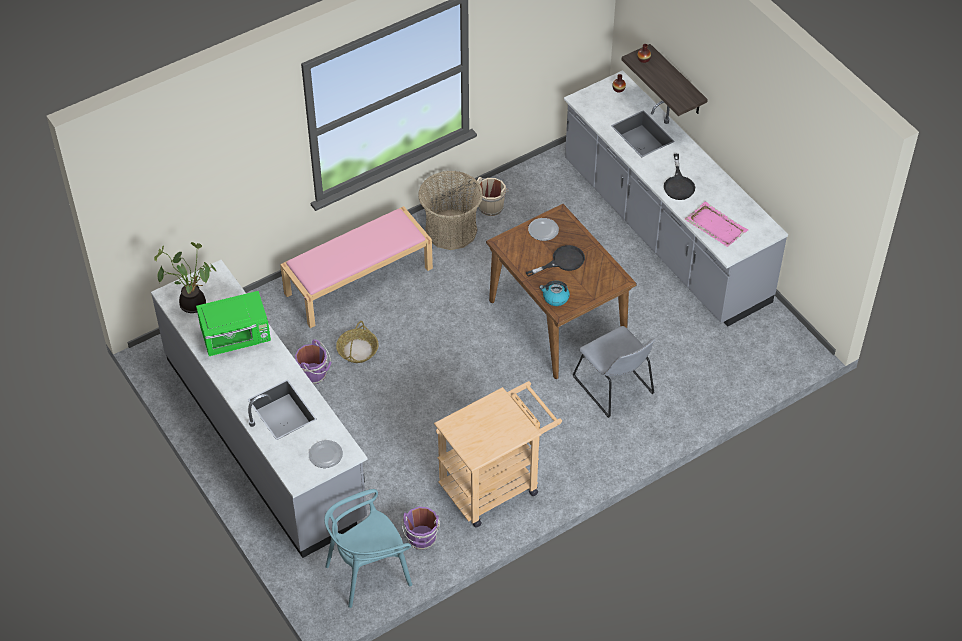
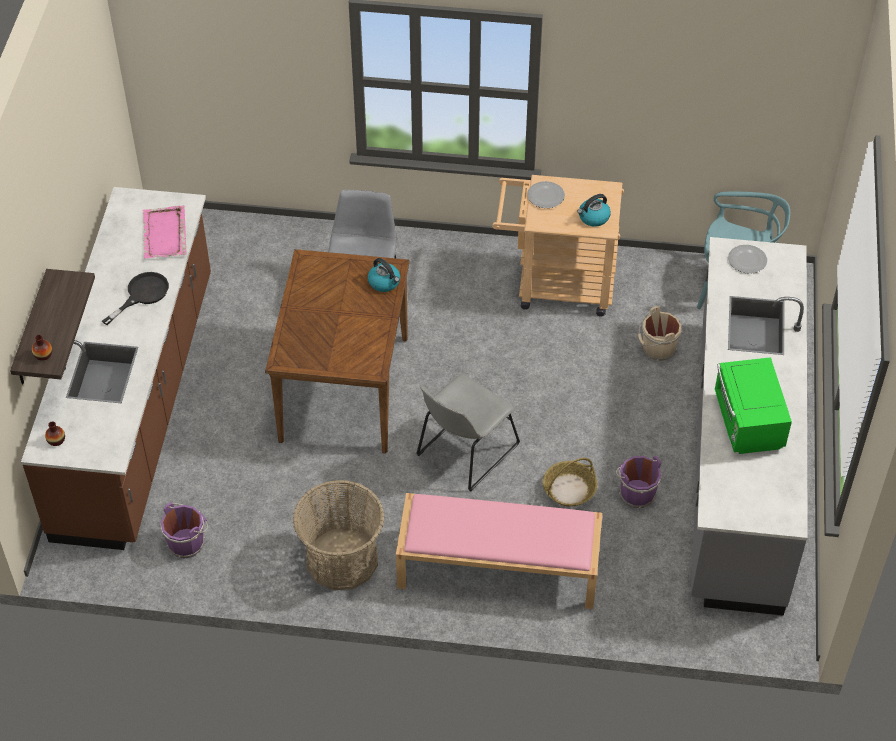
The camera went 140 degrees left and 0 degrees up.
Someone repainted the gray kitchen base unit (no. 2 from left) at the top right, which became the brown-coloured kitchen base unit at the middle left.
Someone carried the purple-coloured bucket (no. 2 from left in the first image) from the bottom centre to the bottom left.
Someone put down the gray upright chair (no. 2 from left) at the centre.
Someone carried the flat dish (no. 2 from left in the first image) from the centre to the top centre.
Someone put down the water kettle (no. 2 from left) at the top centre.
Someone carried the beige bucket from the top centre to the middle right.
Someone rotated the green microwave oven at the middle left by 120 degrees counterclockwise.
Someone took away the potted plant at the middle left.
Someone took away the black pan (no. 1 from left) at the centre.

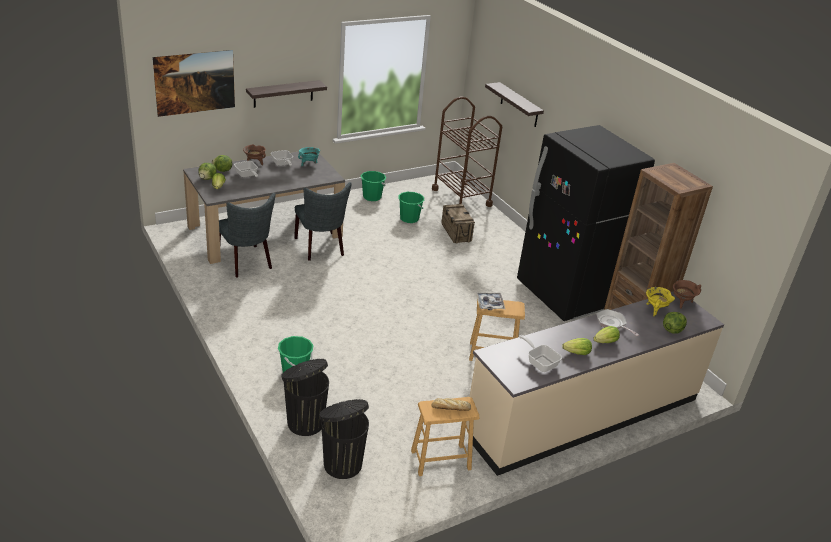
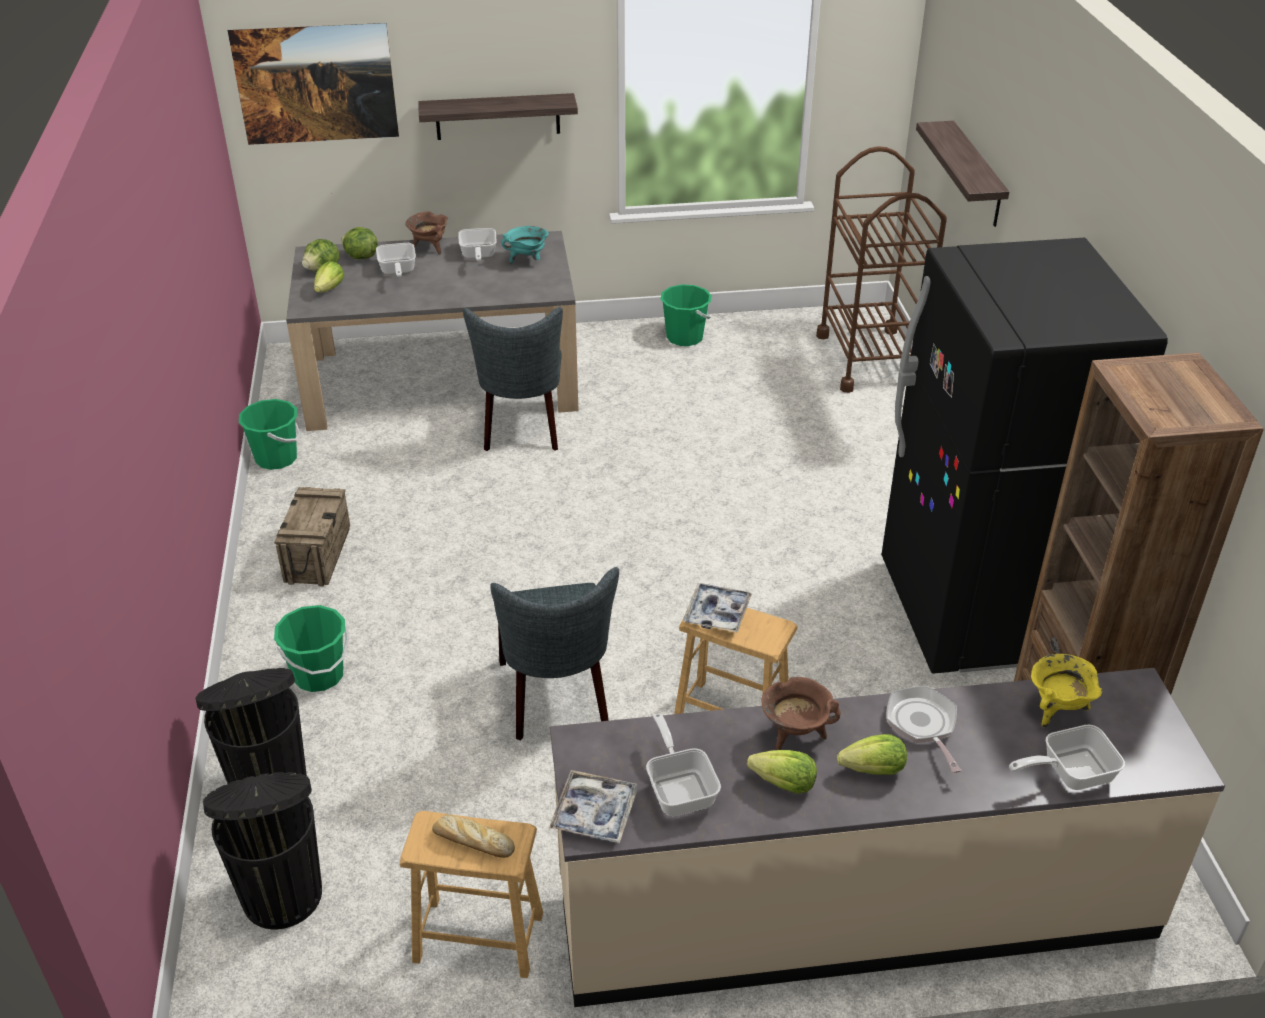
The camera went 25 degrees right and 5 degrees up.
Someone carried the green bucket (no. 3 from left in the first image) from the centre to the middle left.
Someone carried the packing crate from the centre to the middle left.
Someone carried the gray upright chair (no. 1 from left in the first image) from the middle left to the centre.
Someone put down the carrying tray (no. 1 from left) at the bottom centre.
Someone carried the brown-coloured saucepot (no. 2 from left) from the middle right to the bottom centre.
Someone swapped the head of lettuce (no. 6 from left) at the middle right for the pan (no. 5 from left) at the bottom right.

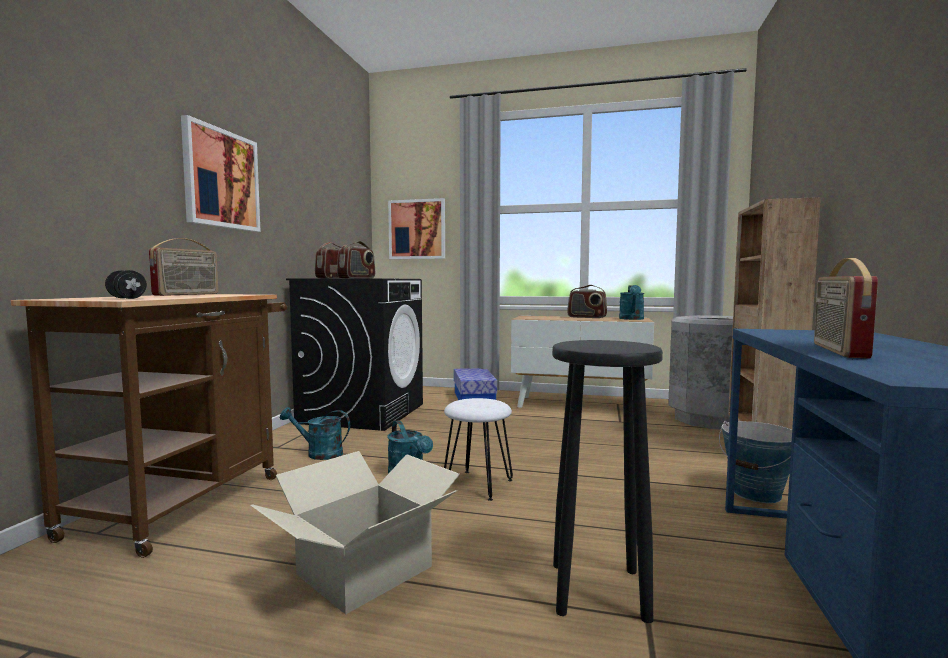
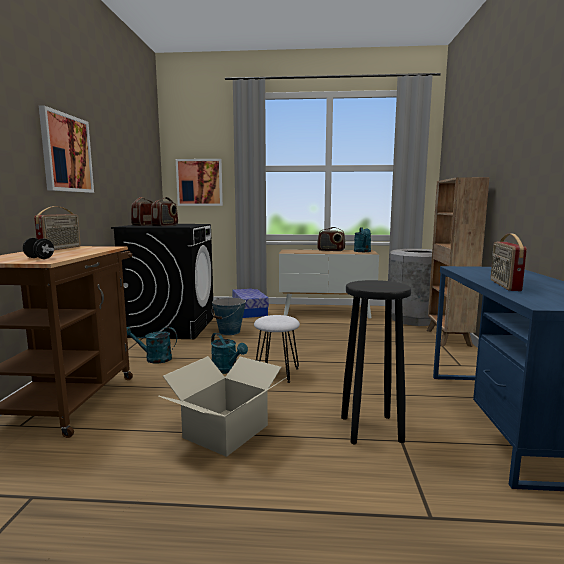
The camera went 10 degrees left and 5 degrees up.
Someone carried the bucket from the bottom right to the centre.

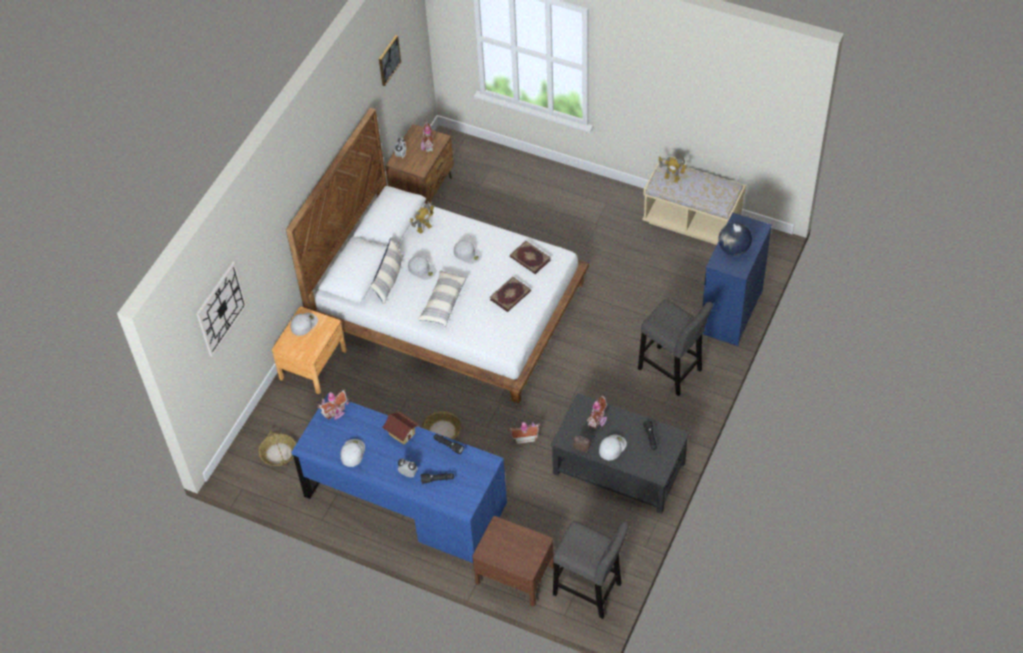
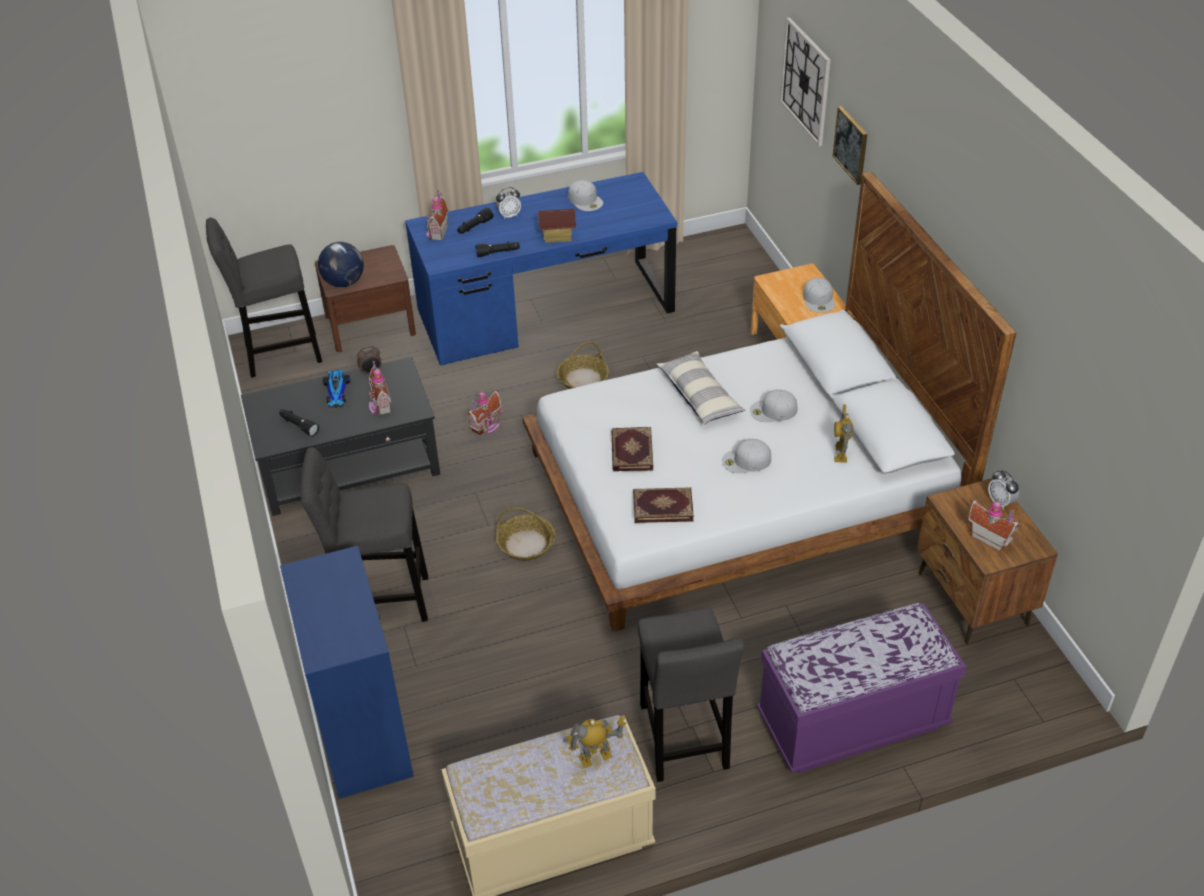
The camera went 135 degrees right and 10 degrees down.
Someone carried the globe from the middle right to the top left.
Someone swapped the whitish baseball cap (no. 5 from left) at the bottom centre for the model car at the middle left.
Someone carried the miniature house (no. 1 from left in the first image) from the middle left to the top centre.
Someone carried the household basket (no. 1 from left) from the bottom left to the centre.
Someone put down the gray sitting stool (no. 3 from left) at the bottom centre.
Someone put down the purple-coloured long seat at the bottom right.
Someone carried the wall picture from the top centre to the top right.
Someone took away the pillow (no. 1 from left) at the centre.

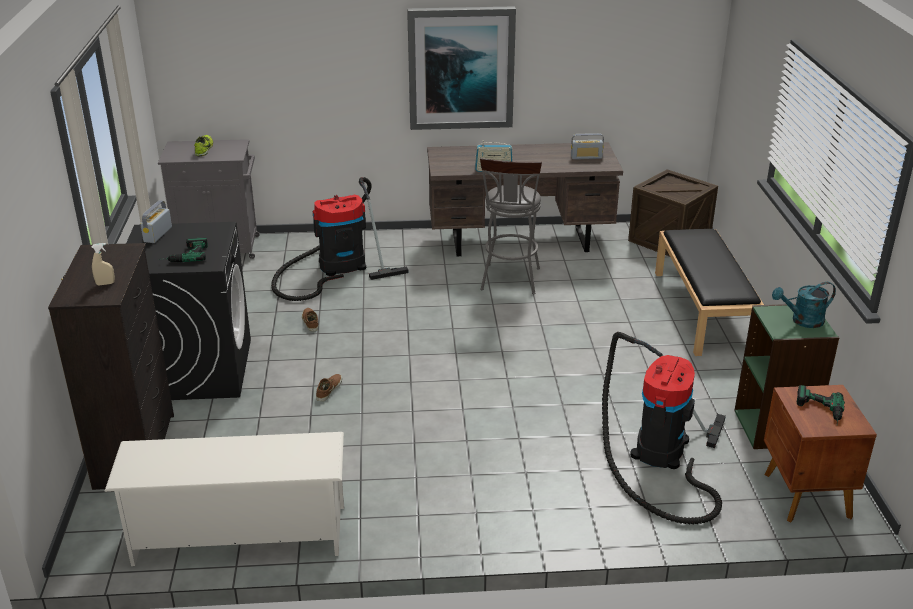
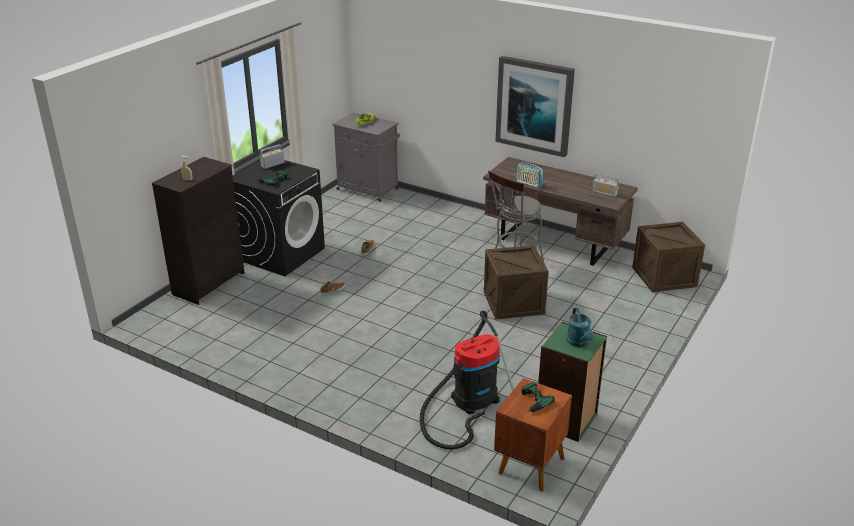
The camera went 35 degrees right and 0 degrees up.
Someone put down the packing crate (no. 1 from left) at the centre.
Someone rotated the turquoise-coloured watering can at the middle right by 120 degrees counterclockwise.
Someone took away the whitish shoe rack at the bottom left.
Someone took away the vacuum cleaner (no. 1 from left) at the centre.
Someone took away the black long seat at the middle right.

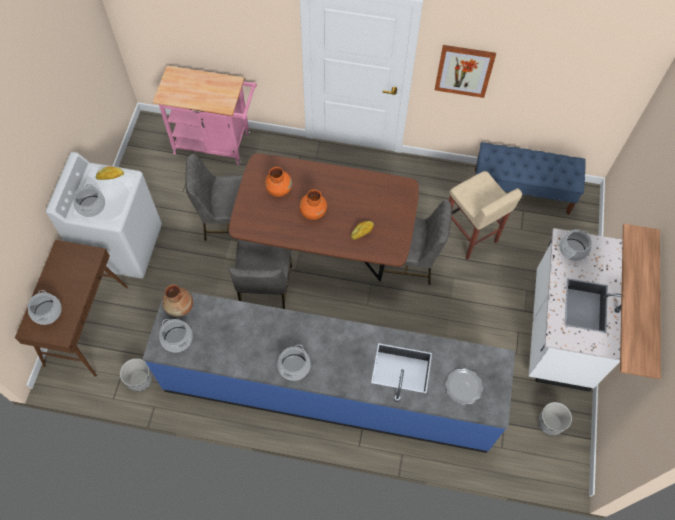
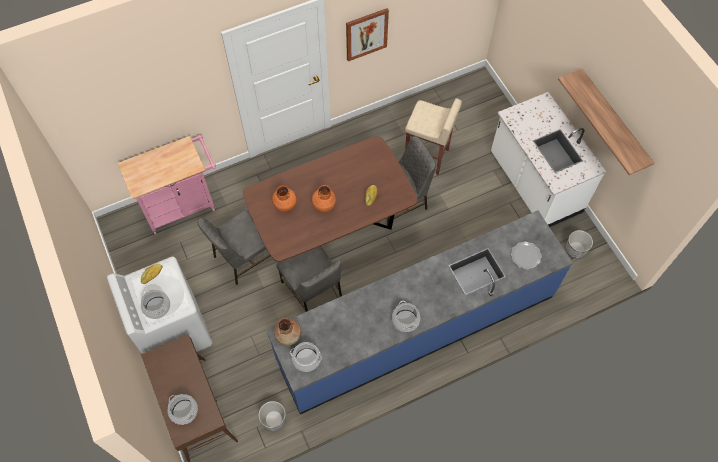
The camera went 35 degrees left and 0 degrees up.
Someone took away the blue-coloured long seat at the middle right.
Someone took away the saucepot (no. 5 from left) at the middle right.

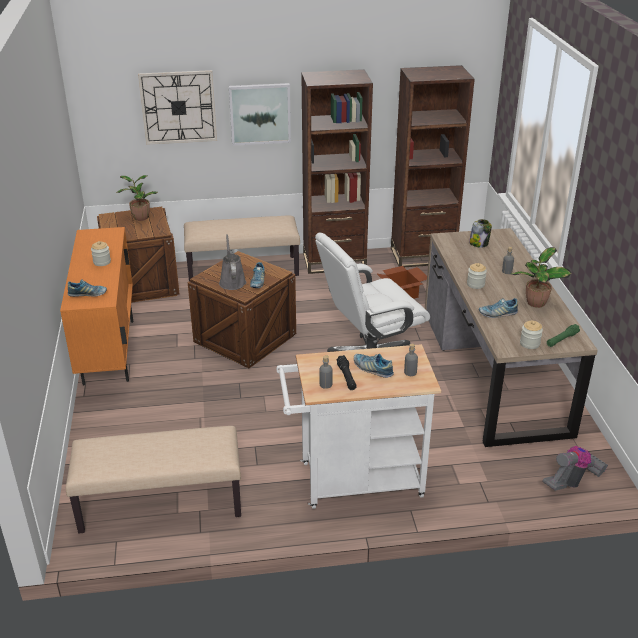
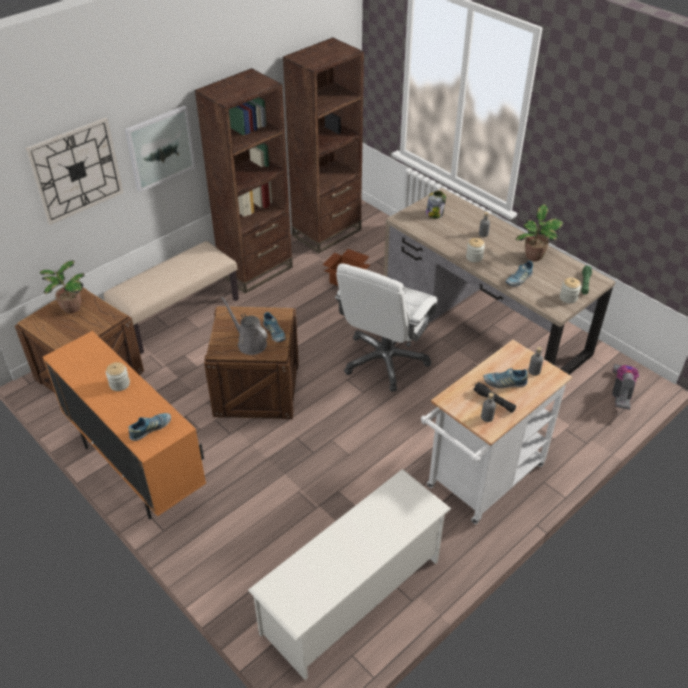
The camera went 35 degrees left and 10 degrees up.
Someone swapped the beige long seat (no. 1 from left) at the bottom left for the whitish shoe rack at the bottom centre.

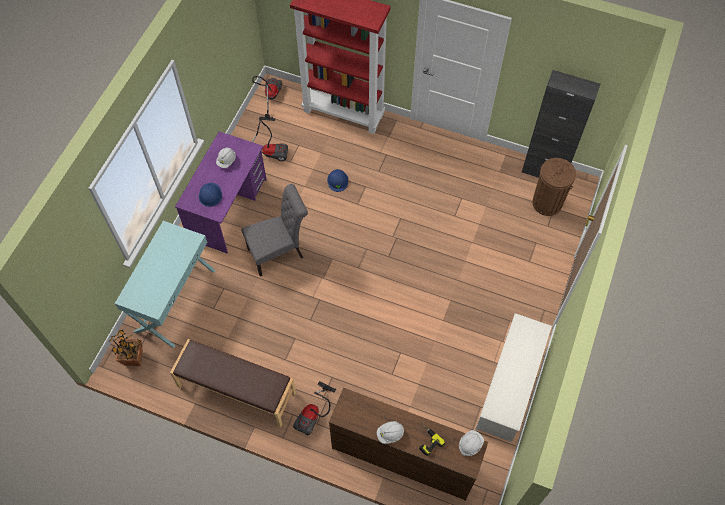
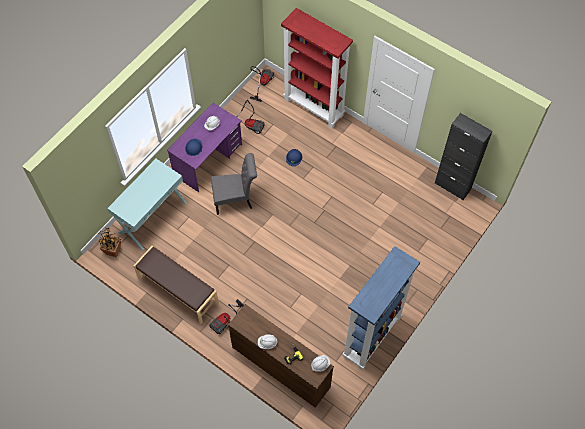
The camera went 15 degrees right and 0 degrees up.
Someone swapped the whitish shoe rack at the bottom right for the blue-coloured bookcase at the bottom centre.
Someone took away the brown-coloured trash can at the middle right.

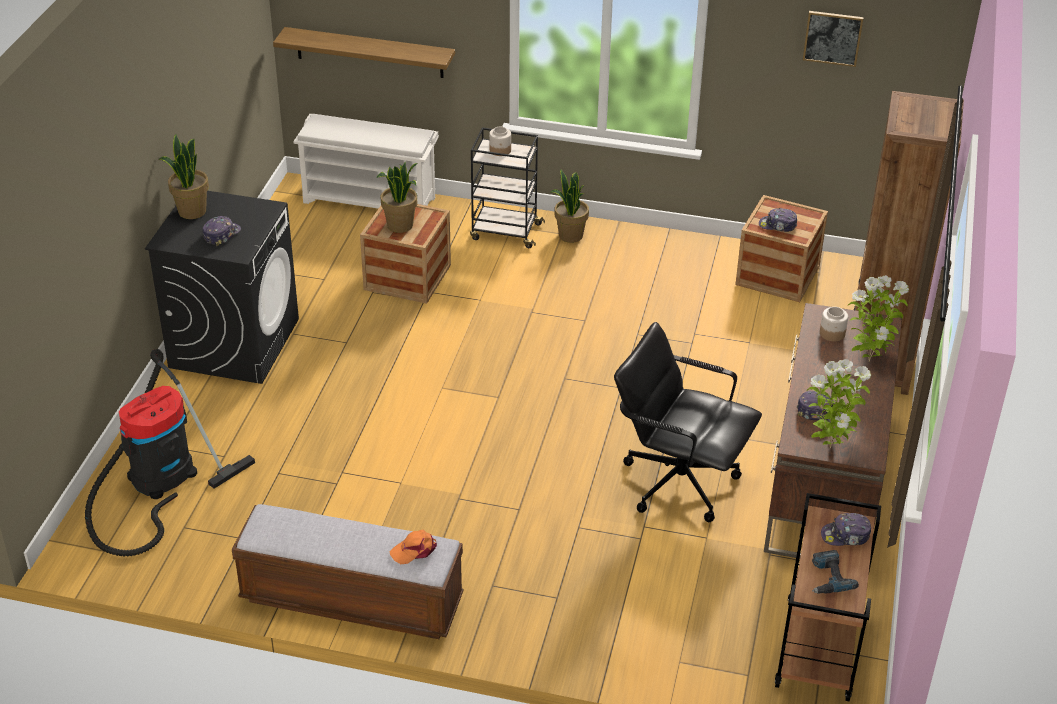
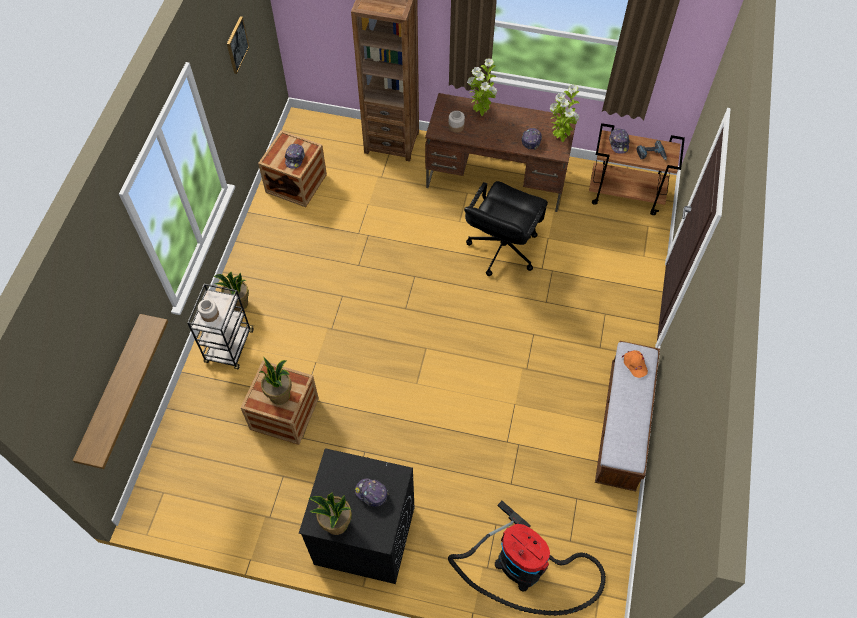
The camera went 90 degrees left and 20 degrees up.
Someone took away the whitish shoe rack at the top centre.

